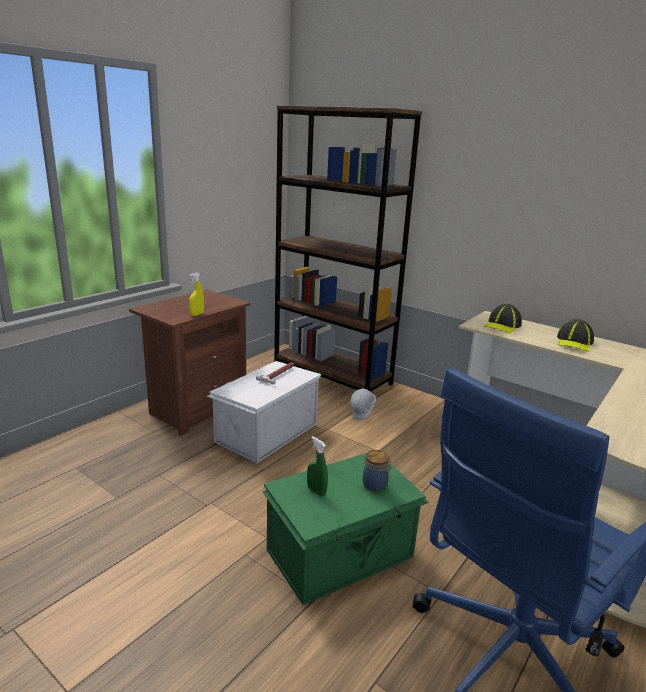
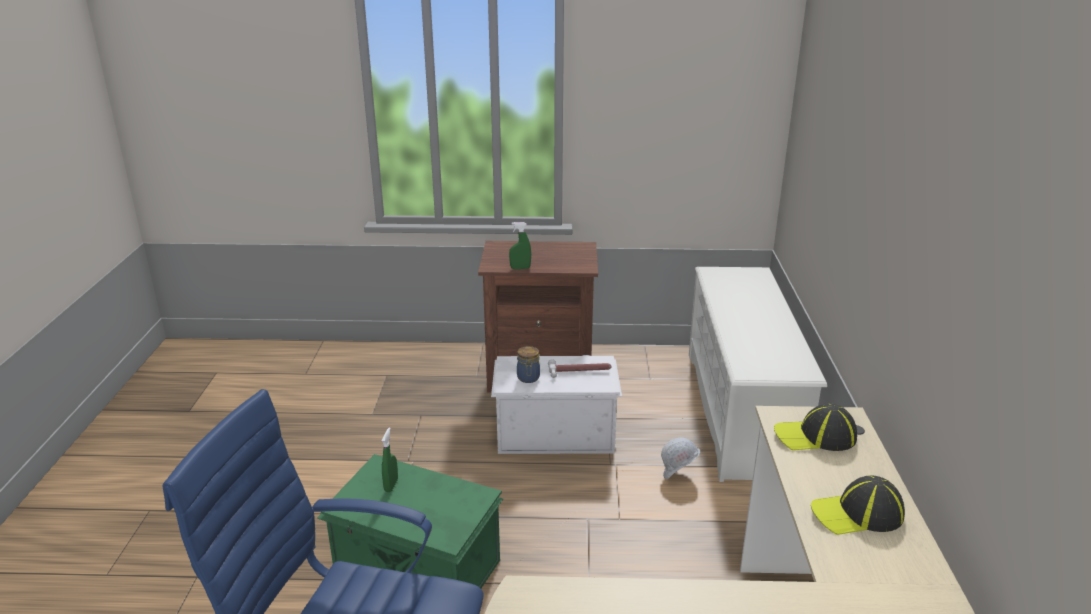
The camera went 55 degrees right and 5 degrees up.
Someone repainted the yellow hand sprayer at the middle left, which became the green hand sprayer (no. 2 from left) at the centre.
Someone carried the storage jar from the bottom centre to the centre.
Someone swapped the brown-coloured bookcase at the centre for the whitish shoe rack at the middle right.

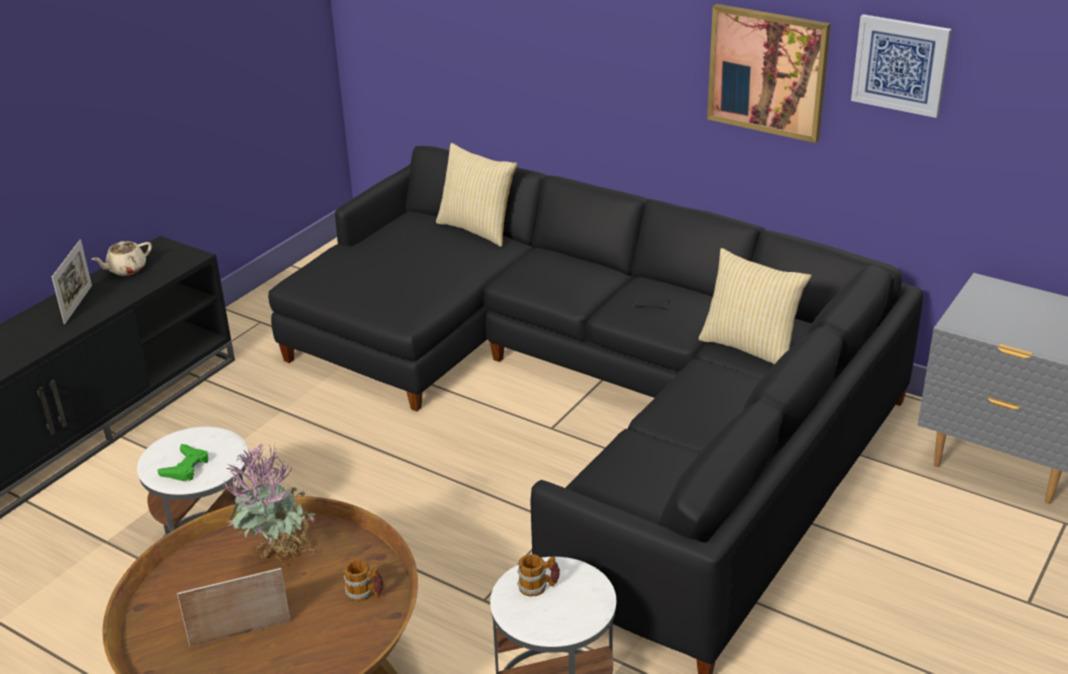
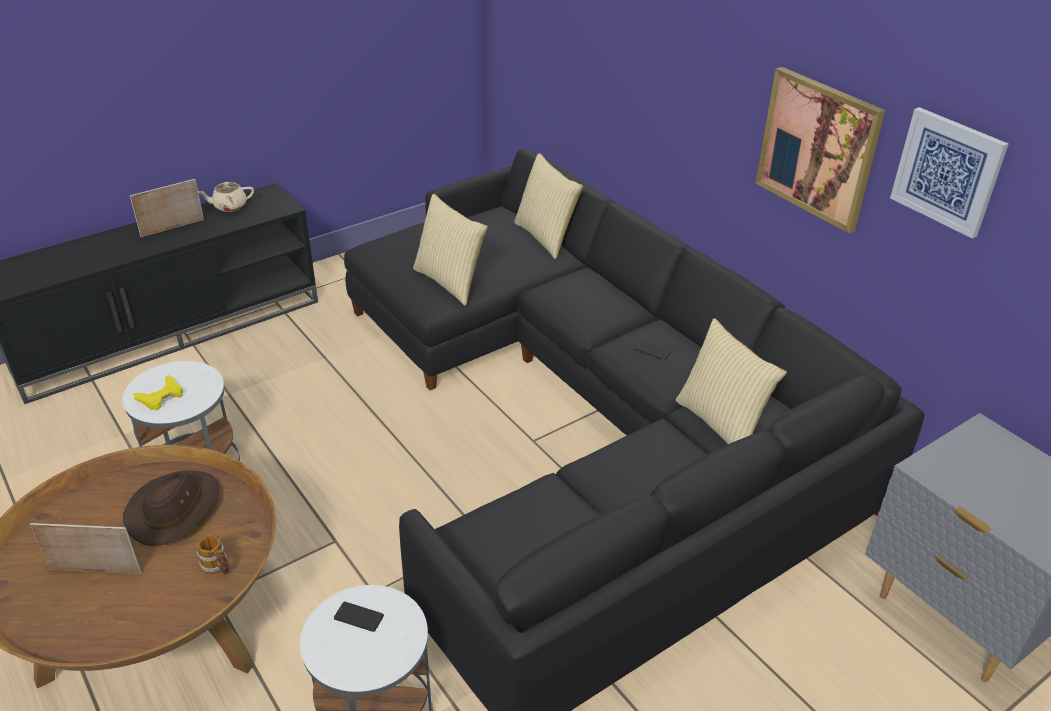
The camera went 20 degrees right and 5 degrees up.
Someone swapped the potted plant at the bottom left for the brown-coloured wearable hat at the bottom left.
Someone rotated the picture frame (no. 1 from left in the first image) at the middle left by 150 degrees counterclockwise.
Someone repainted the green joypad at the bottom left, which became the yellow joypad at the middle left.
Someone swapped the mug (no. 2 from left) at the bottom centre for the telephone (no. 1 from left) at the bottom centre.
Someone put down the pillow (no. 1 from left) at the centre.

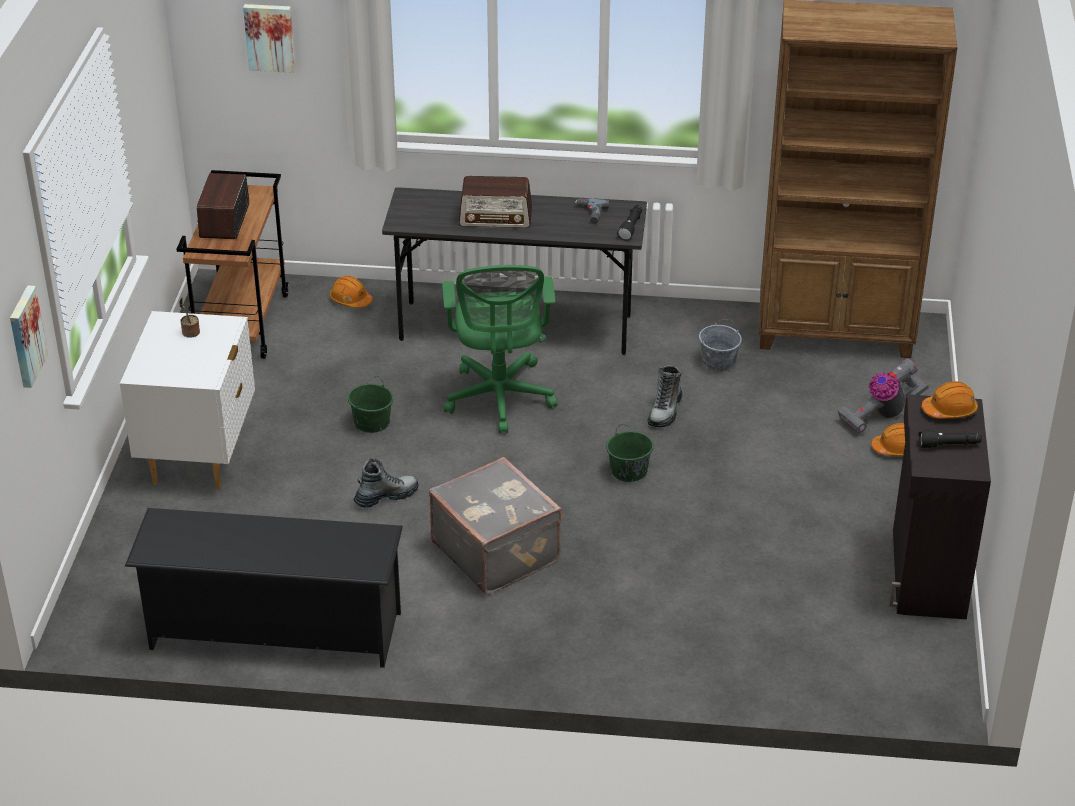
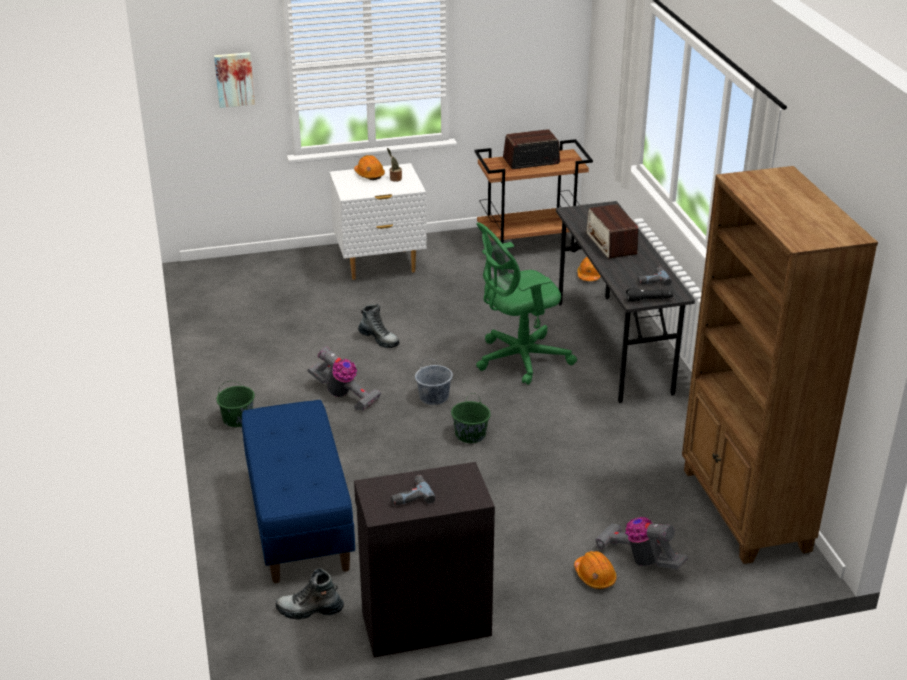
The camera went 70 degrees right and 5 degrees down.
Someone carried the green bucket (no. 1 from left) from the centre to the middle left.
Someone put down the blue-coloured long seat at the bottom left.
Someone carried the high-top boot (no. 2 from left in the first image) from the centre to the bottom centre.
Someone swapped the gray travel case at the centre for the vacuum cleaner (no. 1 from left) at the centre.
Someone carried the orangey hard hat (no. 3 from left in the first image) from the middle right to the top centre.
Someone swapped the black flashlight (no. 2 from left) at the middle right for the power drill (no. 1 from left) at the bottom centre.
Someone carried the gray bucket from the middle right to the centre.
Someone took away the black shoe rack at the bottom left.
Someone took away the wall picture (no. 2 from left) at the top left.

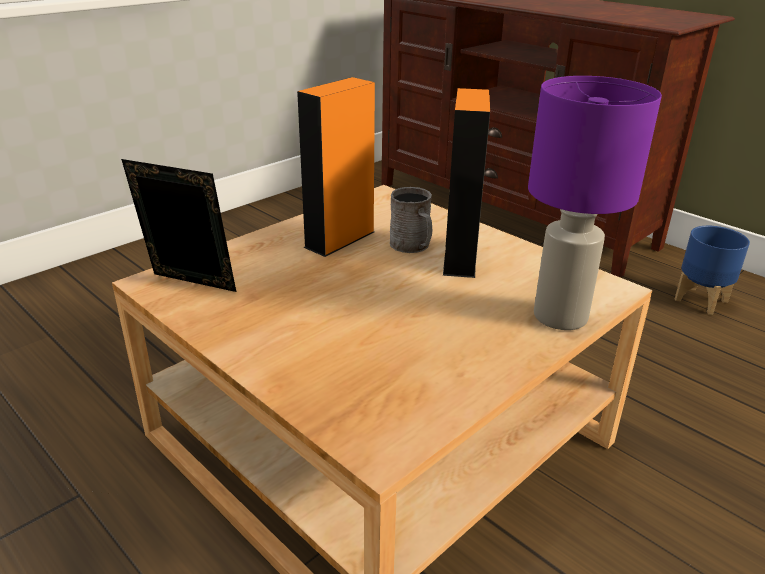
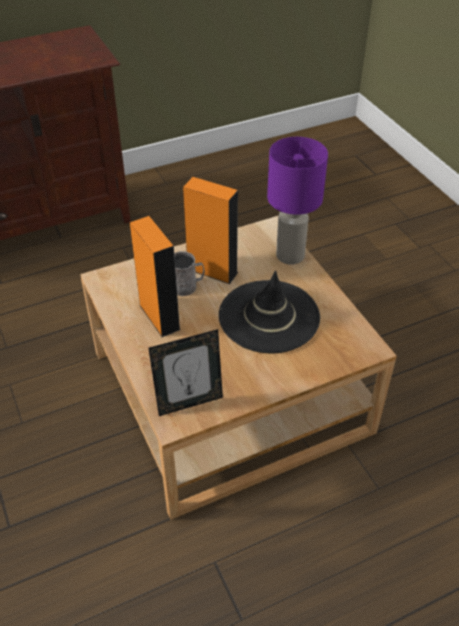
The camera went 70 degrees left and 15 degrees up.
Someone rotated the picture frame at the middle left by 150 degrees counterclockwise.
Someone put down the black wearable hat at the centre.
Someone took away the blue-coloured planter at the middle right.

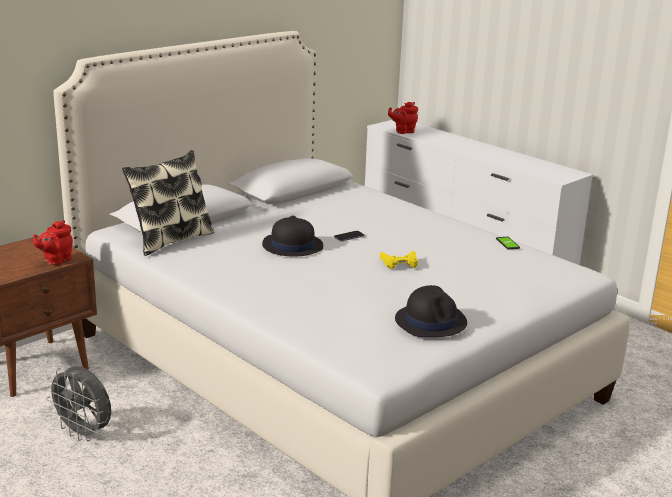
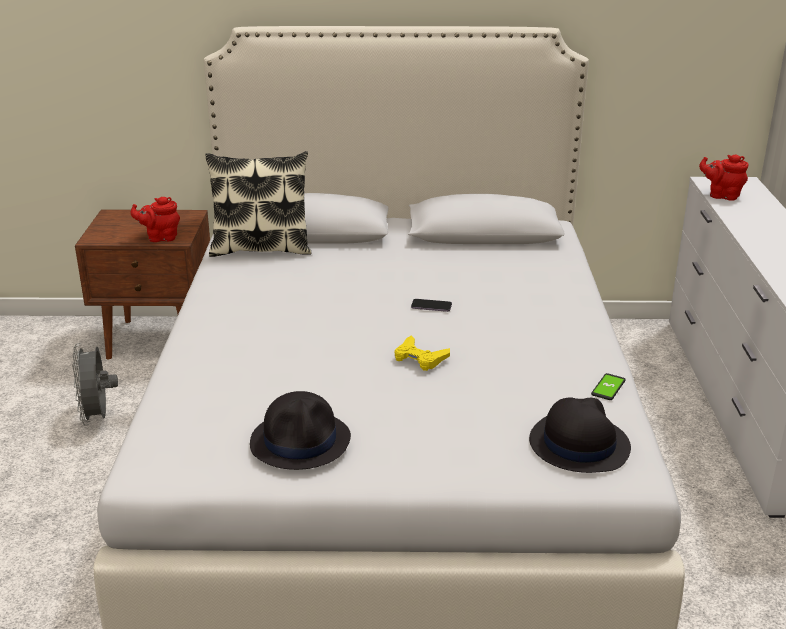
The camera went 45 degrees right and 5 degrees up.
Someone carried the black wearable hat (no. 1 from left in the first image) from the centre to the bottom right.

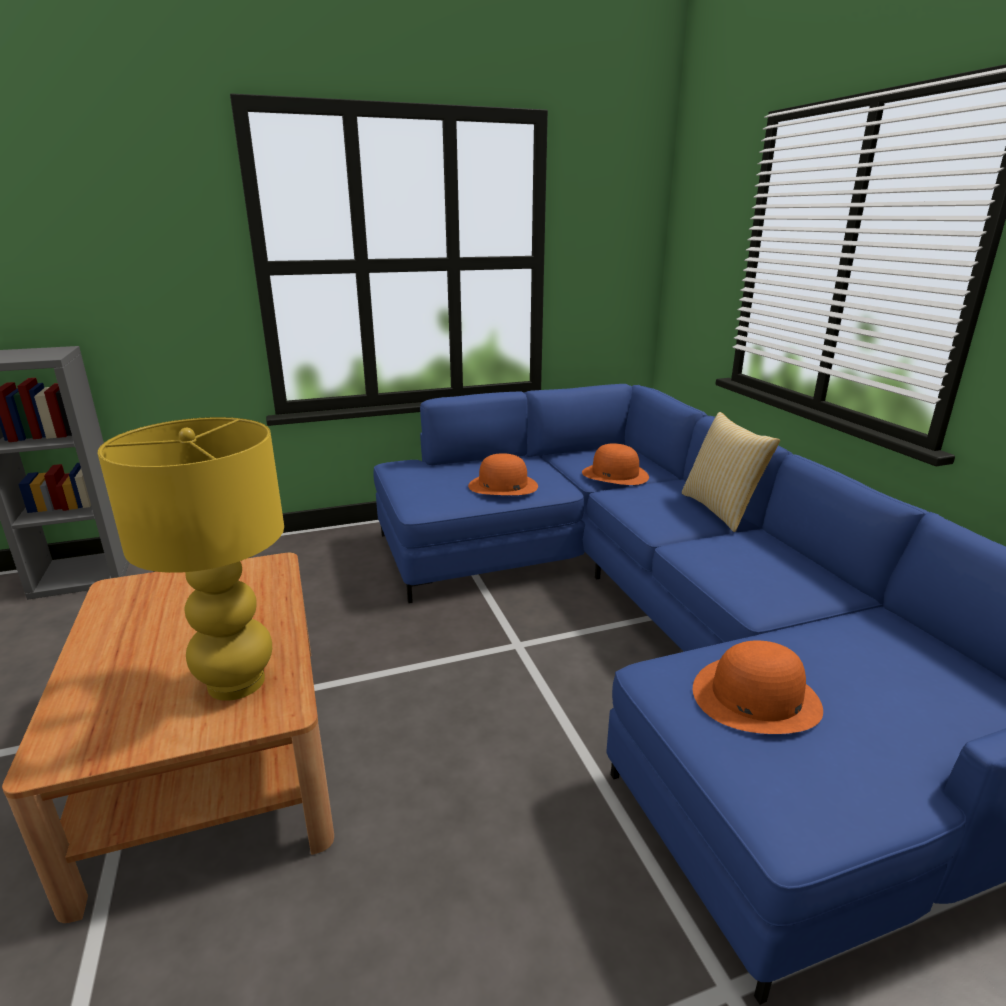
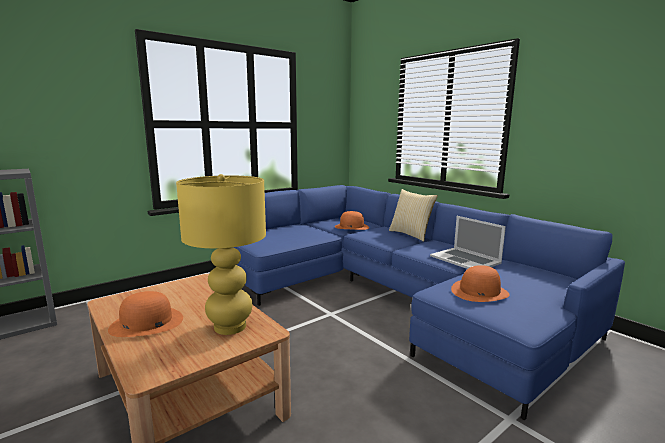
The camera went 20 degrees left and 10 degrees down.
Someone carried the orangey wearable hat (no. 1 from left) from the centre to the bottom left.
Someone put down the laptop at the middle right.

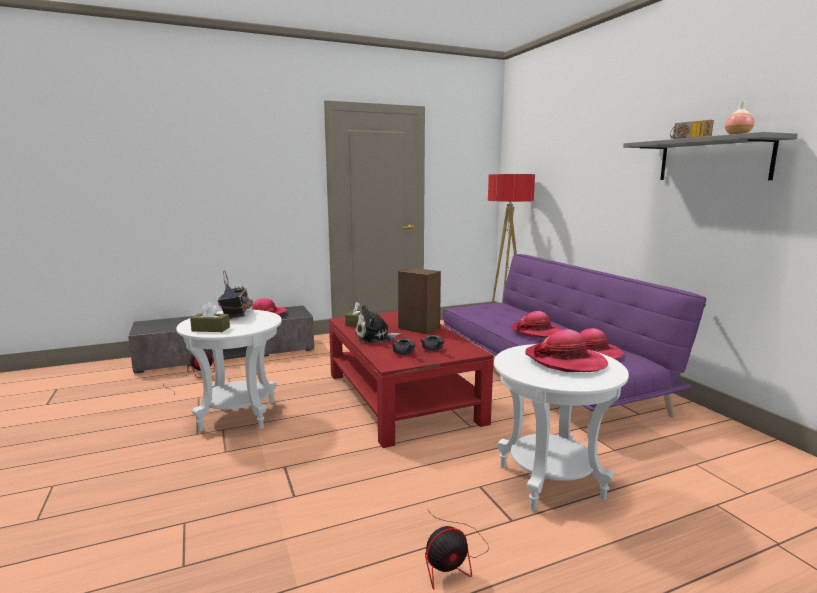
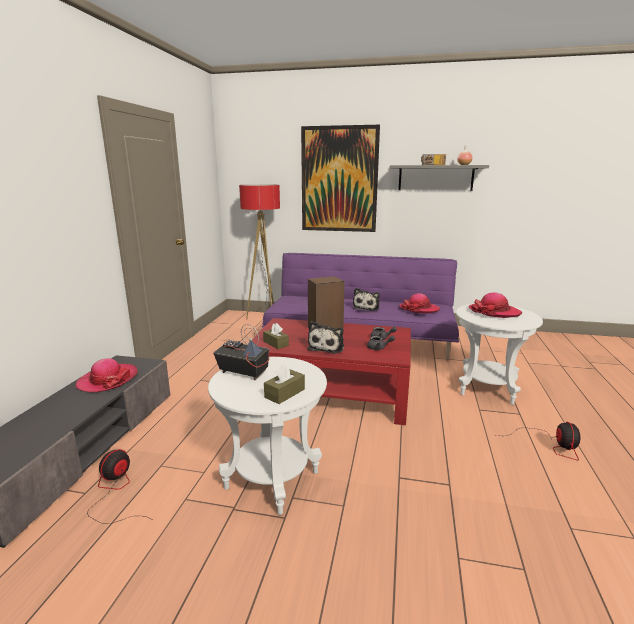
The camera went 55 degrees left and 5 degrees up.
Someone put up the wall picture at the top centre.
Someone swapped the wearable hat (no. 2 from left) at the centre for the cuddly toy (no. 2 from left) at the centre.

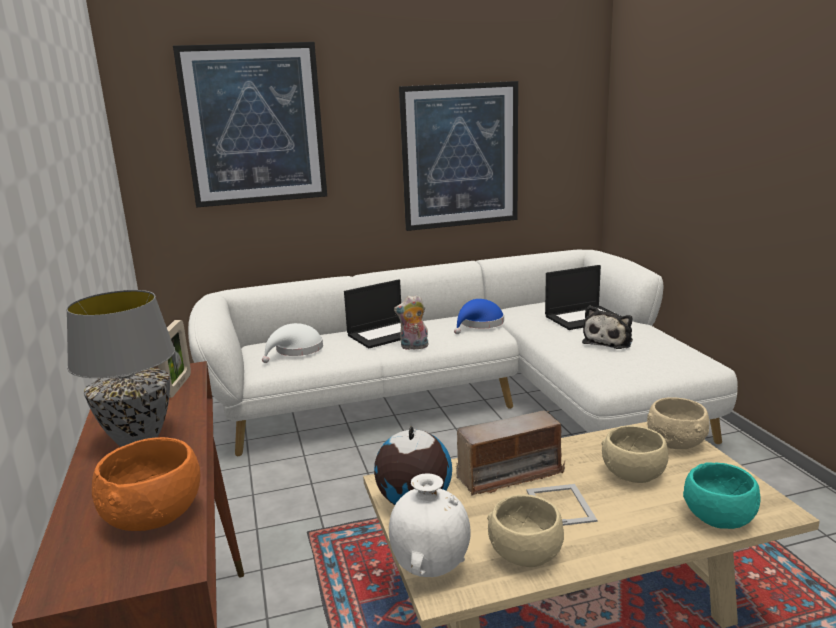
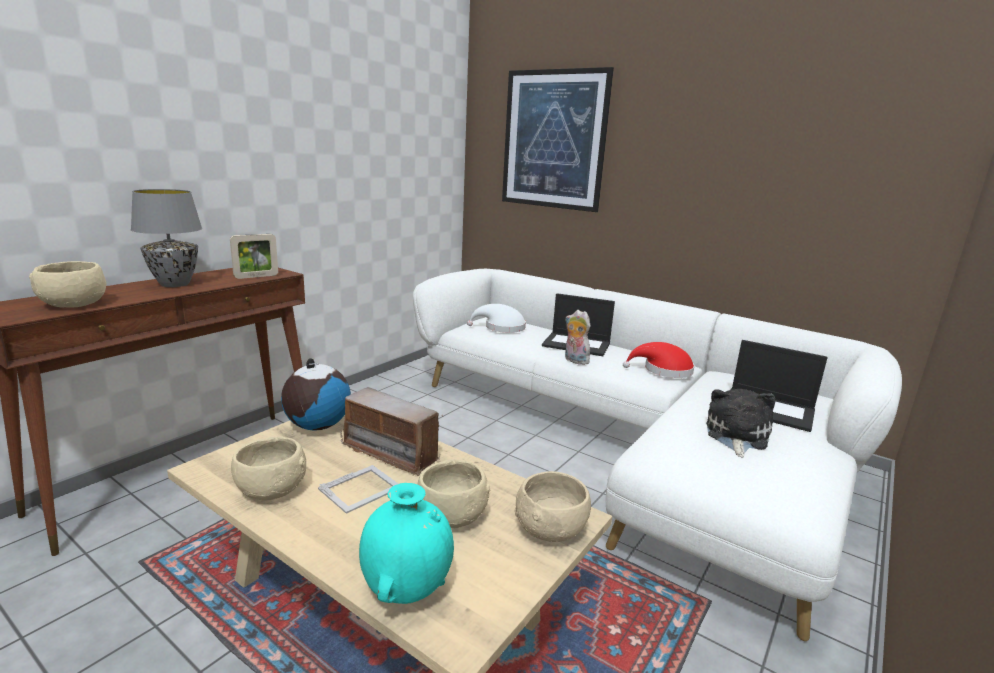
The camera went 50 degrees right and 0 degrees up.
Someone repainted the orangey deep dish at the bottom left, which became the beige deep dish (no. 1 from left) at the middle left.
Someone swapped the turquoise-coloured deep dish at the bottom right for the turquoise-coloured vase at the bottom centre.
Someone repainted the blue-coloured wearable hat at the centre, which became the red-coloured wearable hat at the centre.
Someone rotated the cuddly toy (no. 2 from left) at the middle right by 120 degrees clockwise.
Someone took away the whitish vase at the bottom centre.
Someone took away the wall picture (no. 2 from left) at the top centre.

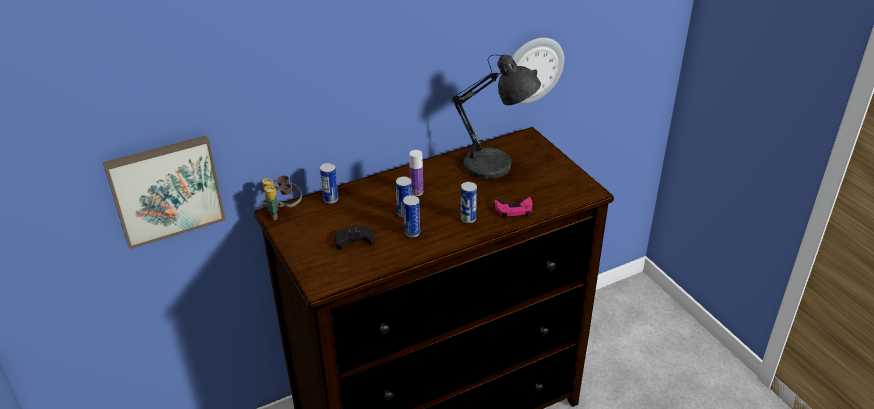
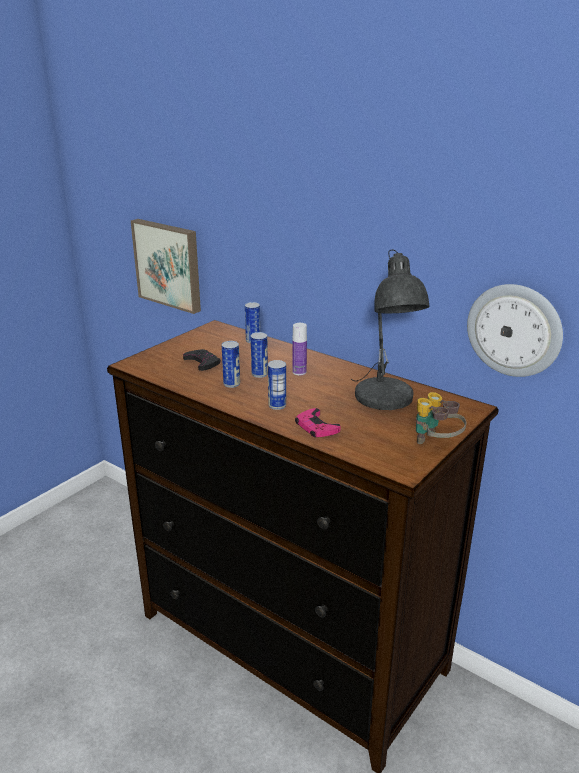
The camera went 65 degrees right and 10 degrees down.
Someone carried the pair of binoculars from the middle left to the middle right.

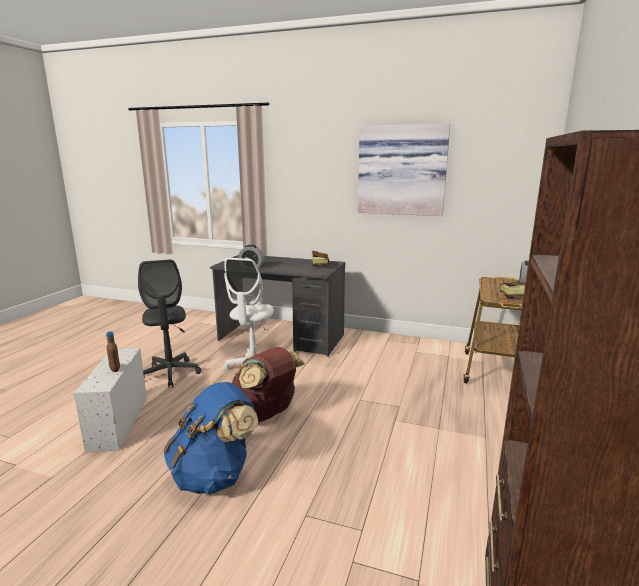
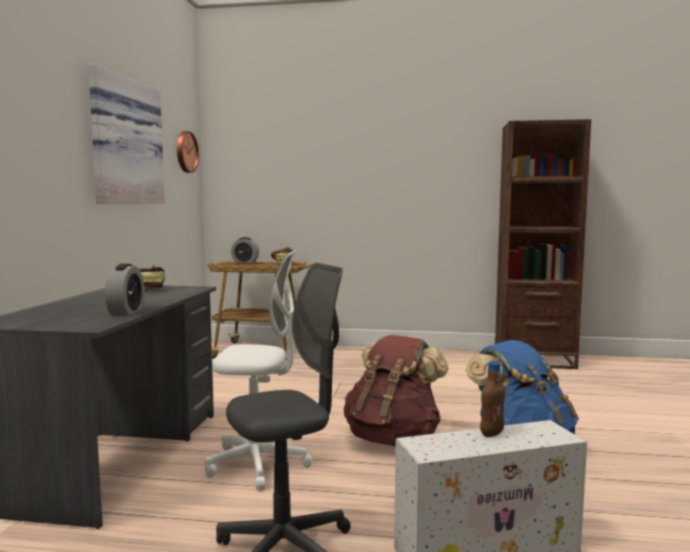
The camera went 100 degrees left and 10 degrees down.
Someone put up the hanging clock at the top left.

